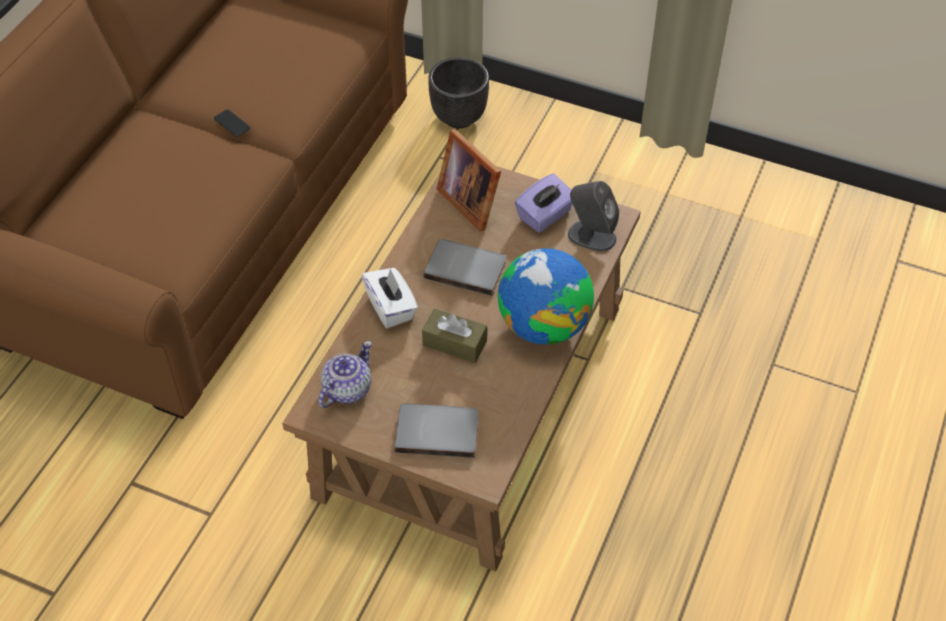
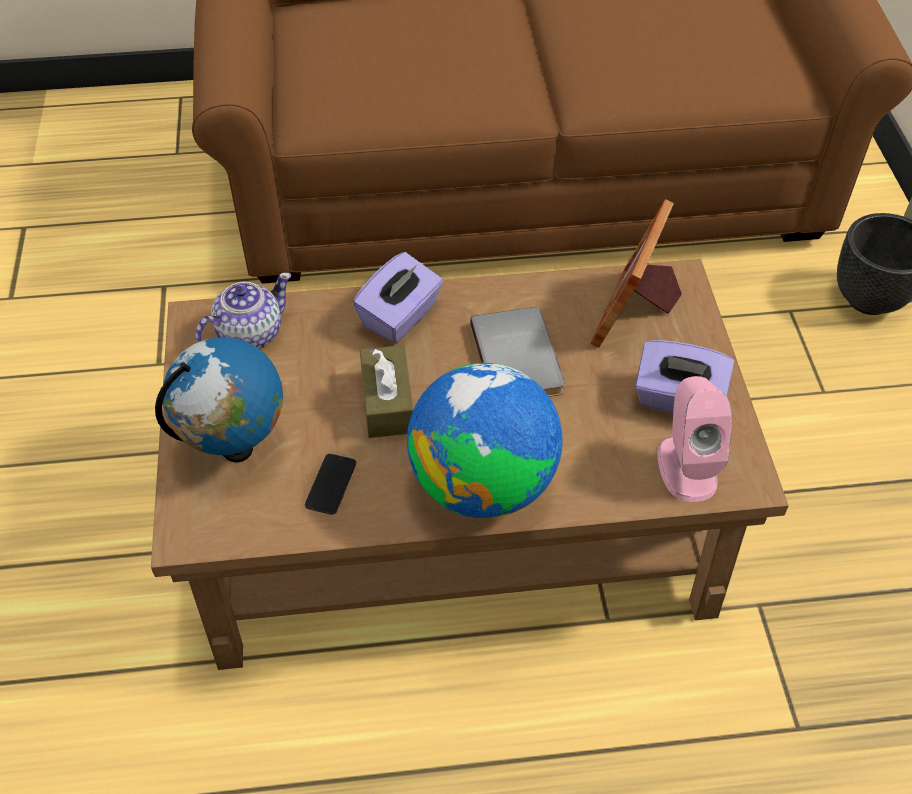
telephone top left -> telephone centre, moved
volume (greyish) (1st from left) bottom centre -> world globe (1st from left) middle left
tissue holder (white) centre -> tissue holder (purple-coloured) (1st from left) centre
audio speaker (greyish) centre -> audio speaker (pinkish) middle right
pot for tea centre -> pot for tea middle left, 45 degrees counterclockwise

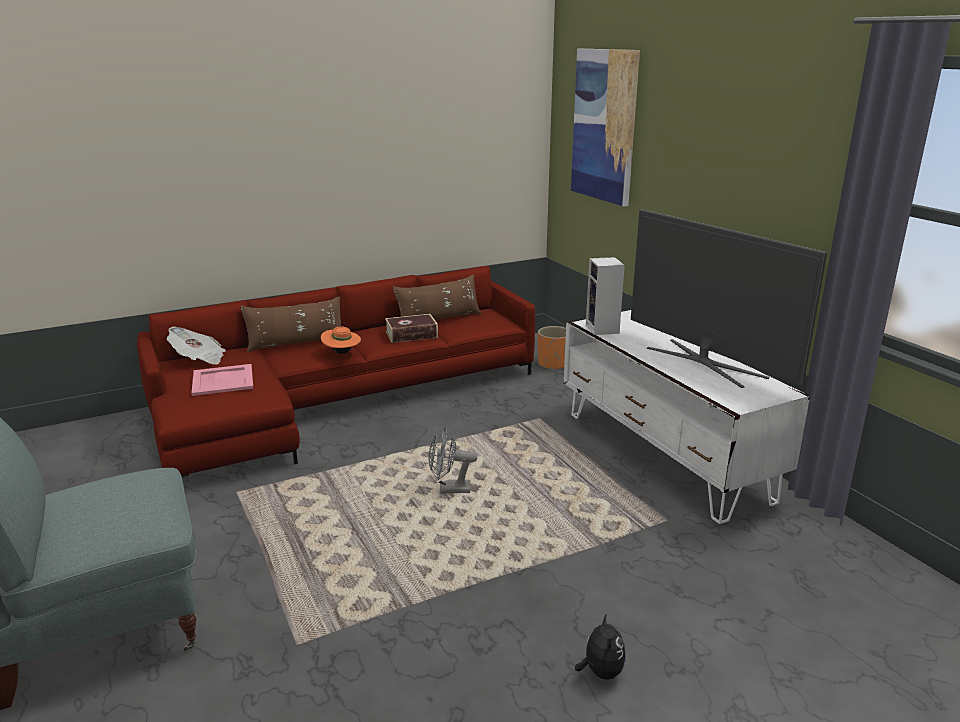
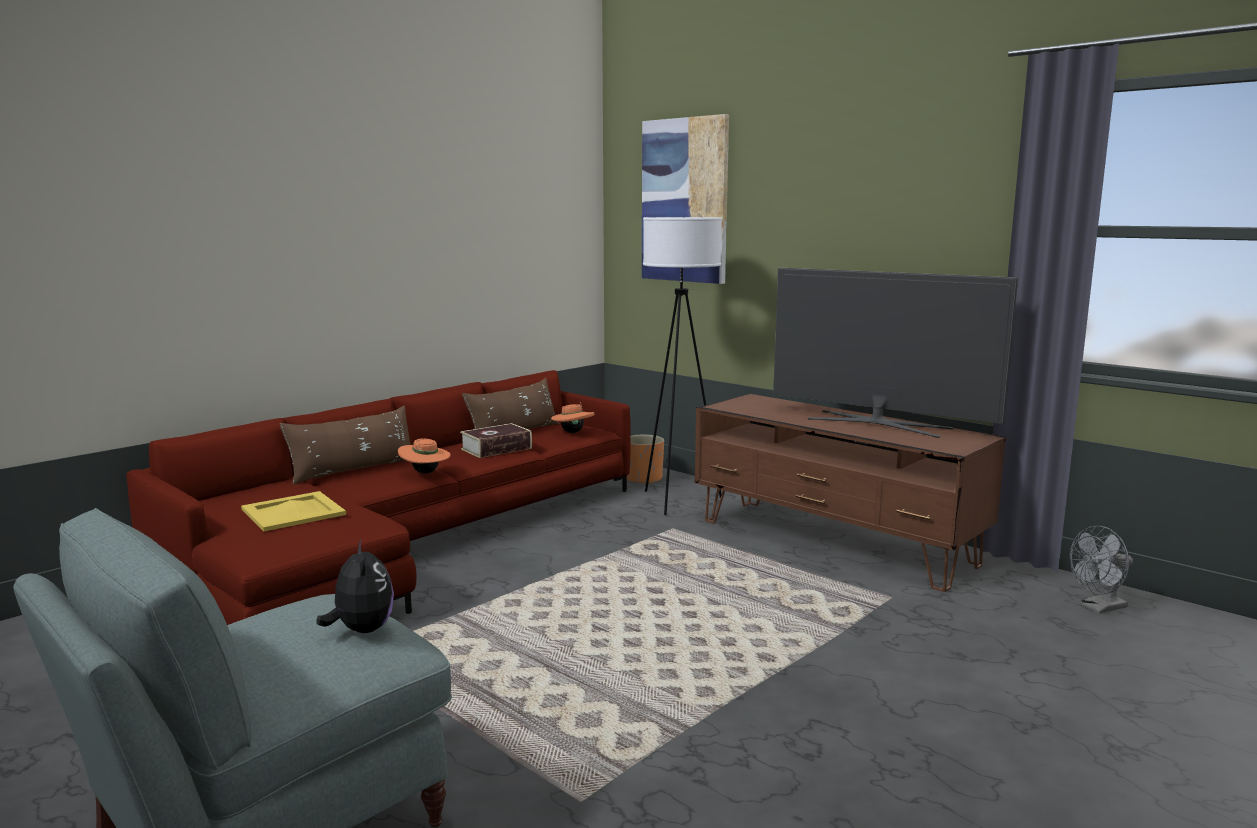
newspaper middle left -> none
audio speaker centre -> none
none -> clothing hat (orange-coloured) (2nd from left) centre
none -> standing lamp (white) centre
electric fan (greyish) centre -> electric fan (greyish) bottom right, moved
cuddly toy bottom centre -> cuddly toy bottom left, moved
serving tray (pinkish) middle left -> serving tray (yellowish) middle left
media console (white) middle right -> media console (brown-coloured) middle right

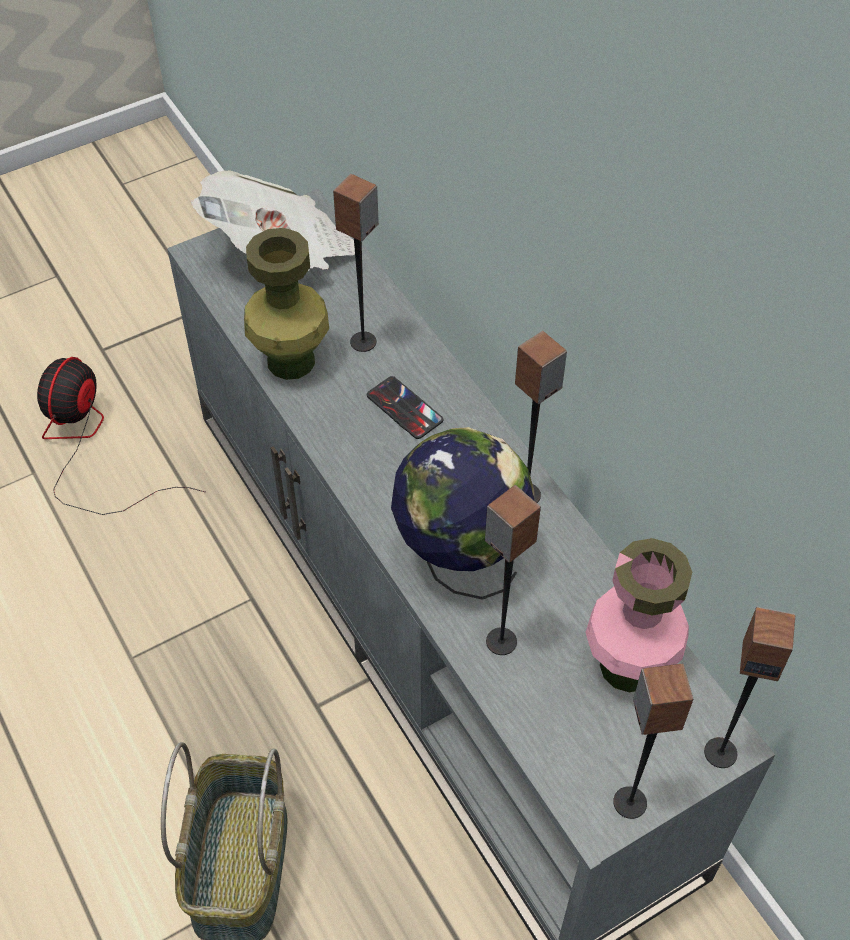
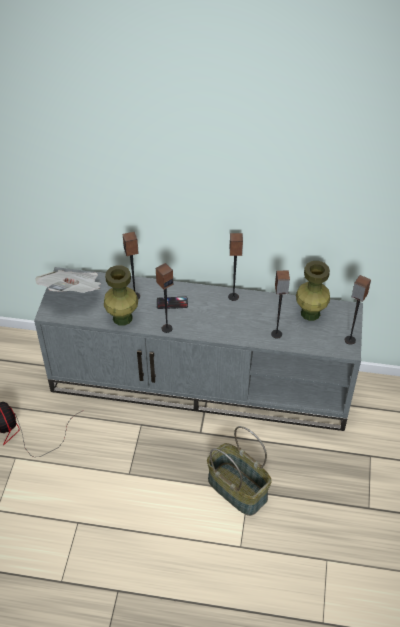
world globe centre -> none
audio speaker (5th from left in the first image) bottom right -> audio speaker (2nd from left) centre, moved
flower vase (pinkish) middle right -> flower vase (greenish) (2nd from left) middle right

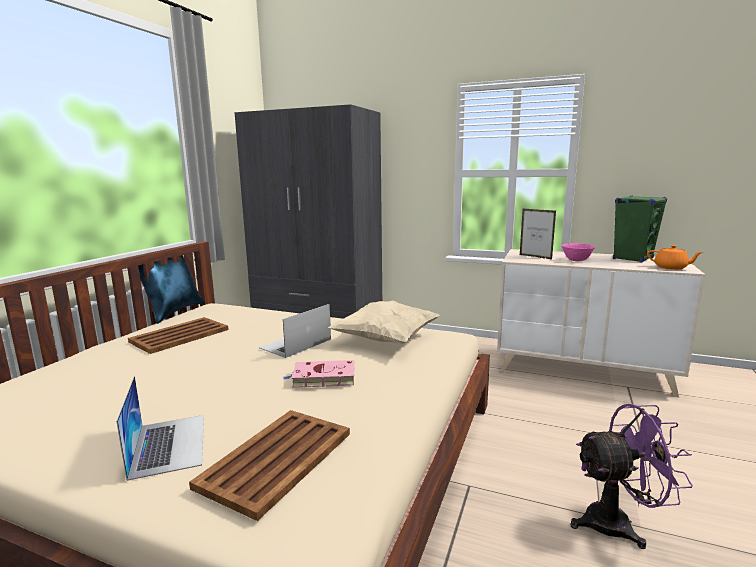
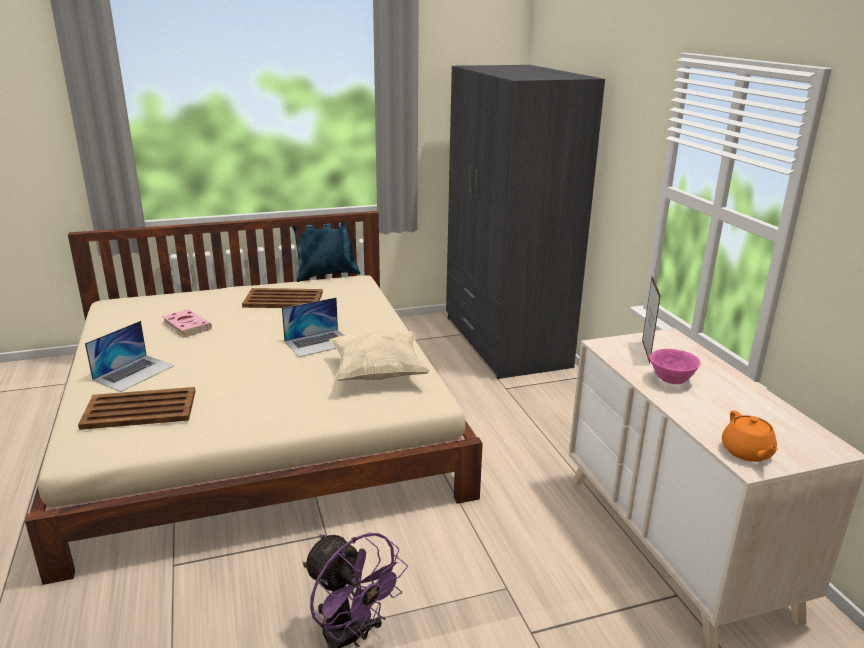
audio speaker (greenish) middle right -> none
volume (pinkish) centre -> volume (pinkish) middle left, moved
laptop (2nd from left) centre, 150 degrees clockwise

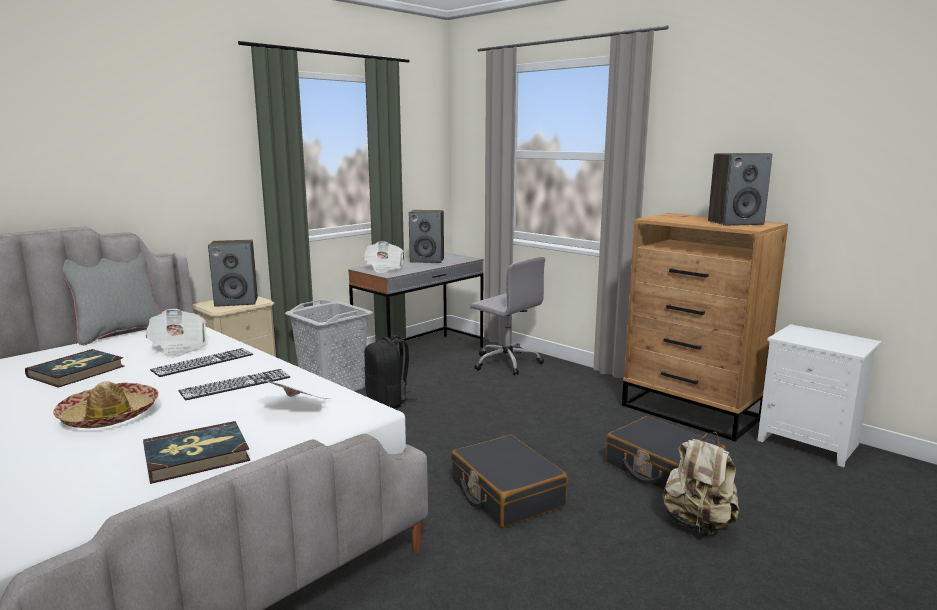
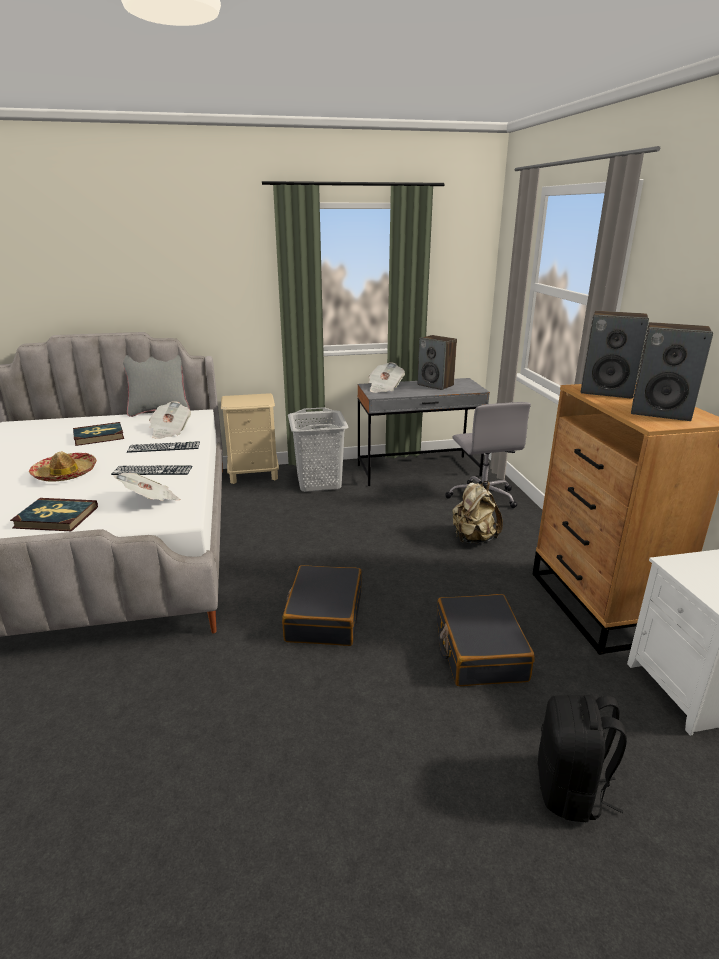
audio speaker (1st from left in the first image) middle left -> audio speaker (2nd from left) middle right, moved
knapsack (black) centre -> knapsack (black) bottom right, moved
knapsack (sand-coloured) bottom right -> knapsack (sand-coloured) centre, moved

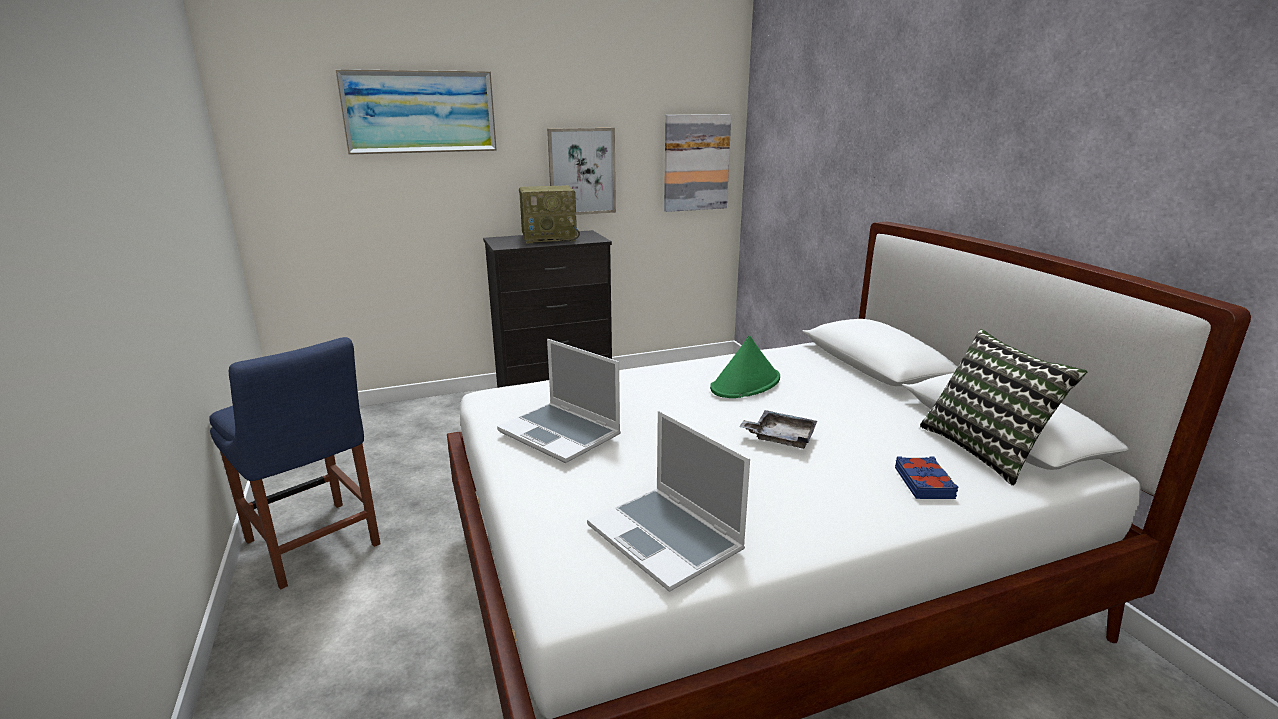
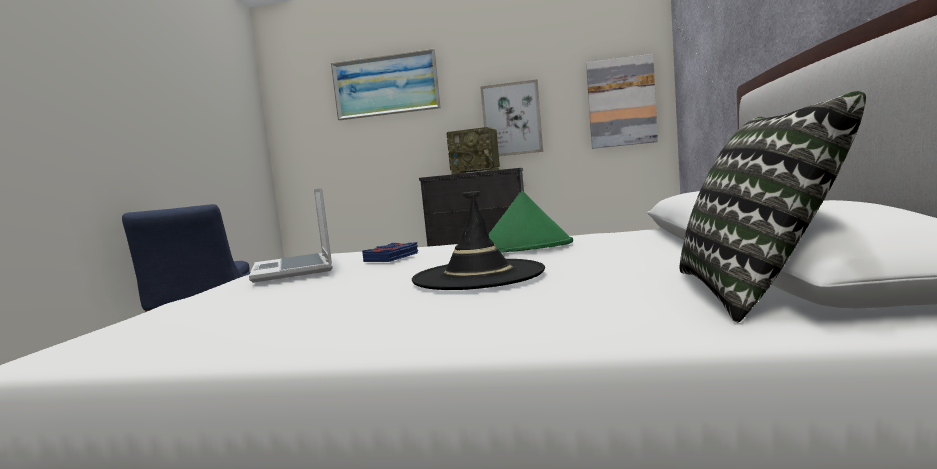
laptop (2nd from left) bottom centre -> none
volume (blue) middle right -> volume (blue) centre, moved
serving tray (greyish) centre -> clothing hat (black) centre

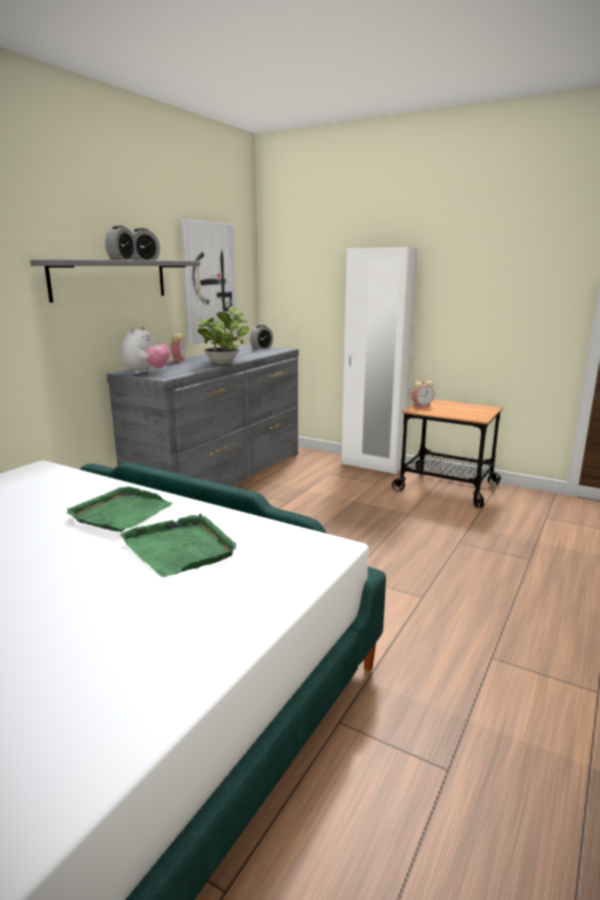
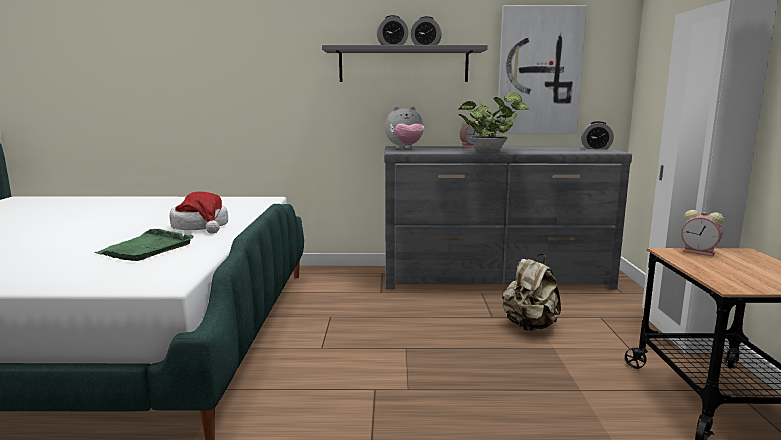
none -> knapsack (sand-coloured) middle right
serving tray (greenish) (1st from left) middle left -> clothing hat middle left

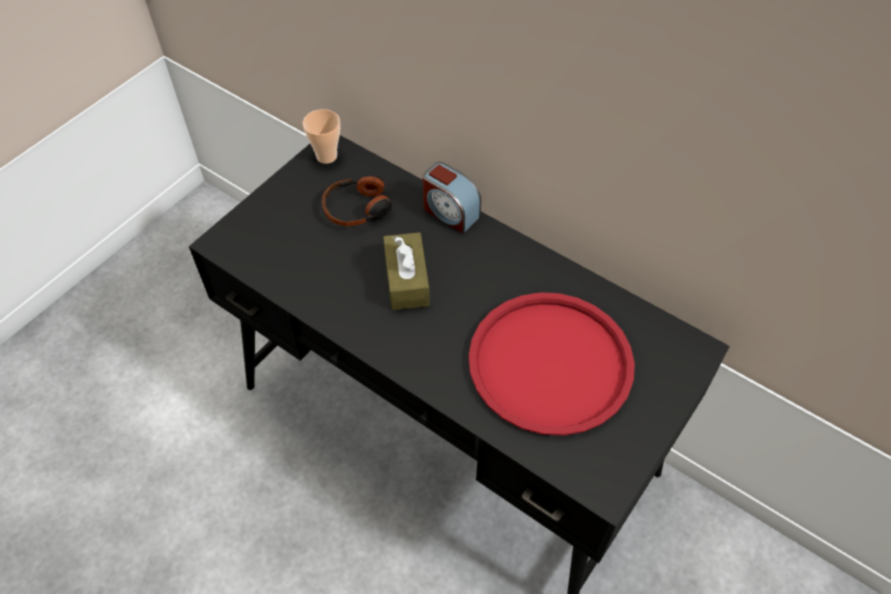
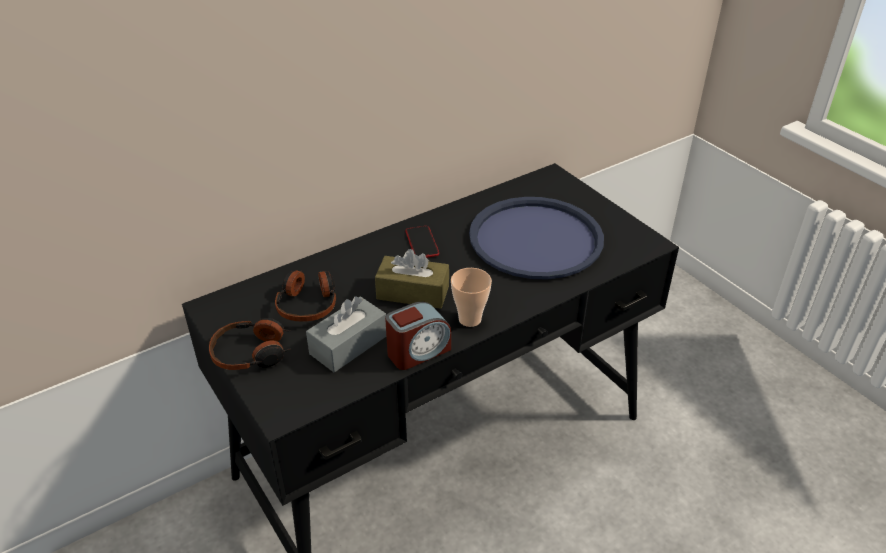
none -> pair of headphones (1st from left) middle left
none -> tissue holder (greyish) centre
none -> telephone centre
small cup top centre -> small cup centre, moved
table clock top centre -> table clock centre, moved
serving tray (red-coloured) centre -> serving tray (blue) centre

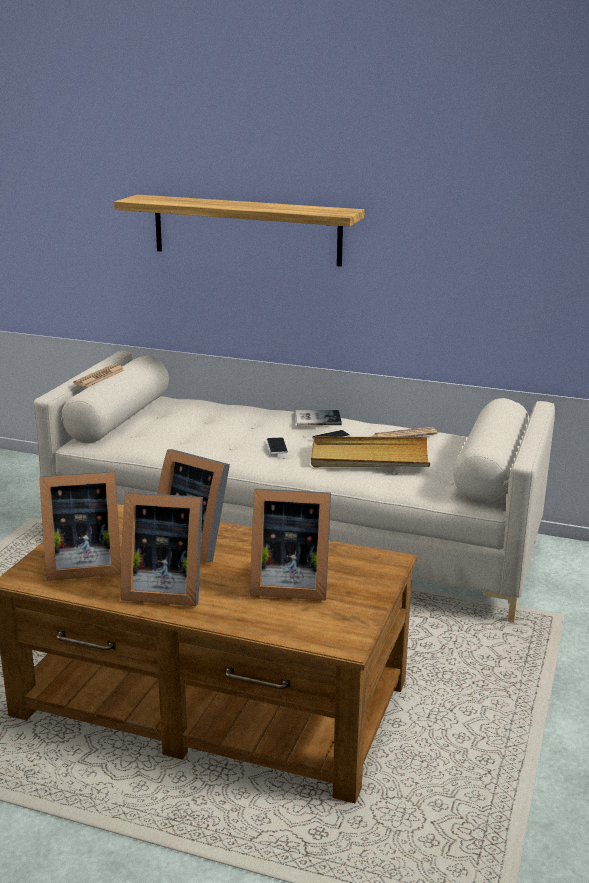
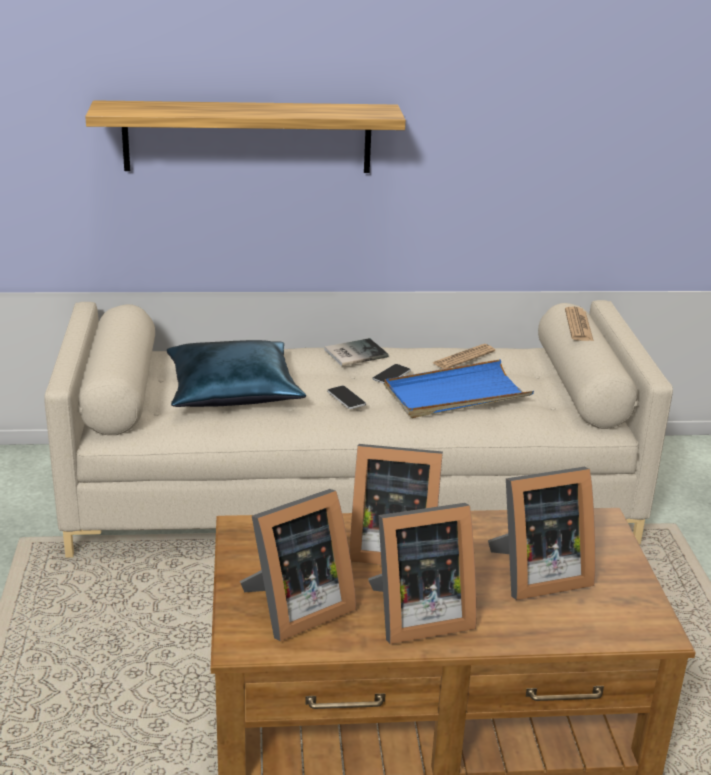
none -> pillow (blue) middle left
newspaper (1st from left in the first image) middle left -> newspaper (2nd from left) middle right, moved
serving tray (sand-coloured) centre -> serving tray (blue) centre

